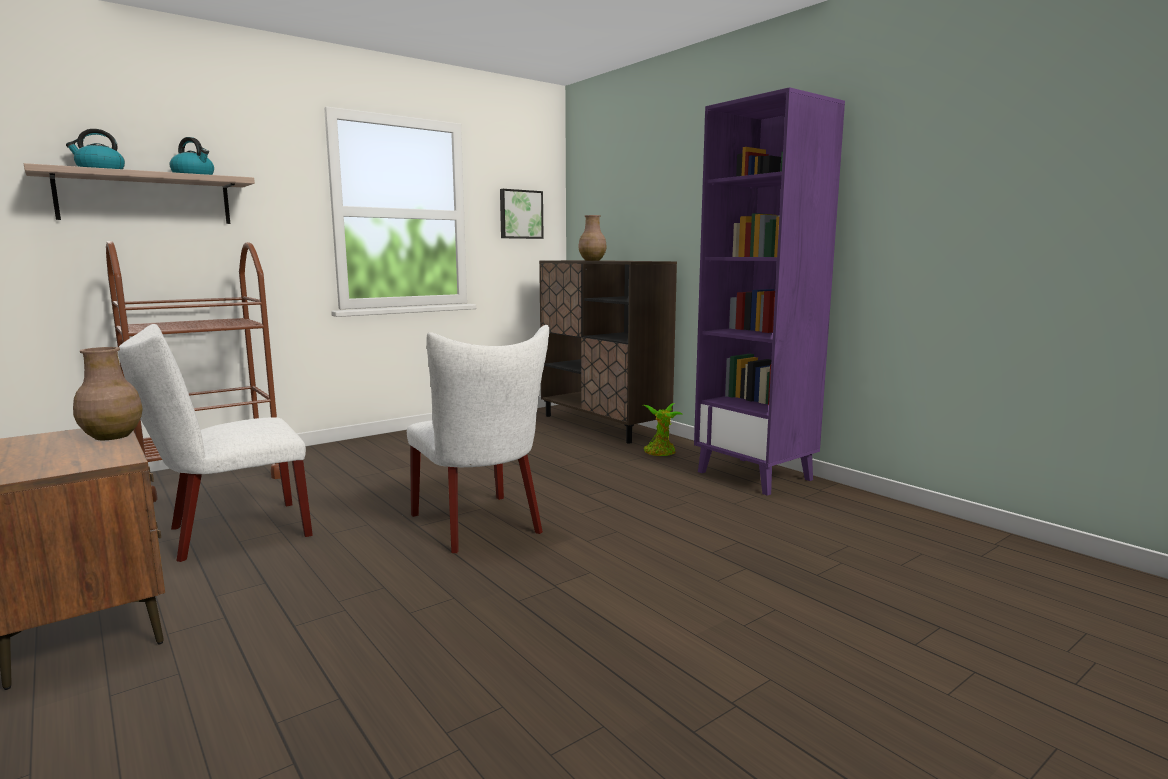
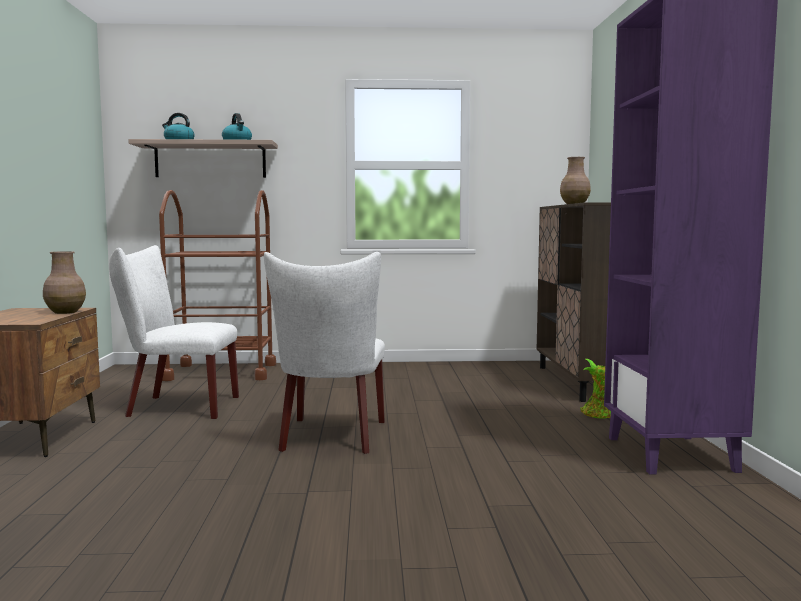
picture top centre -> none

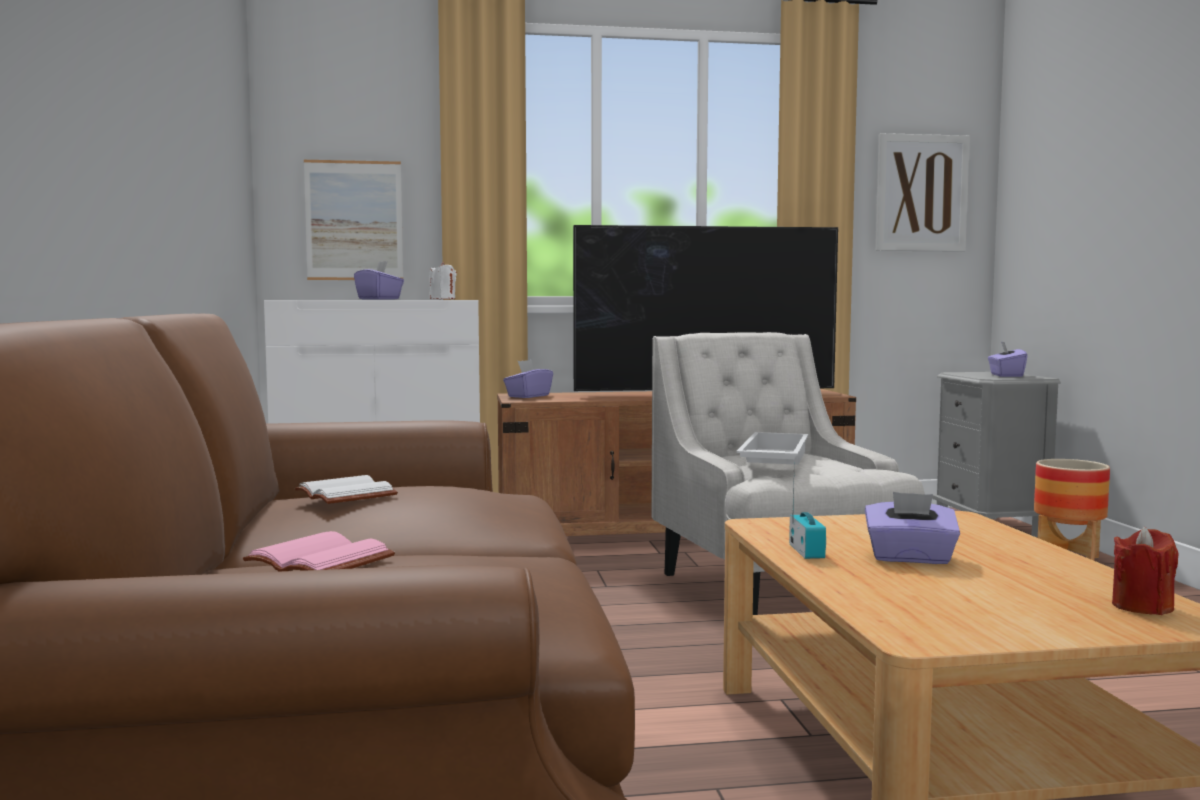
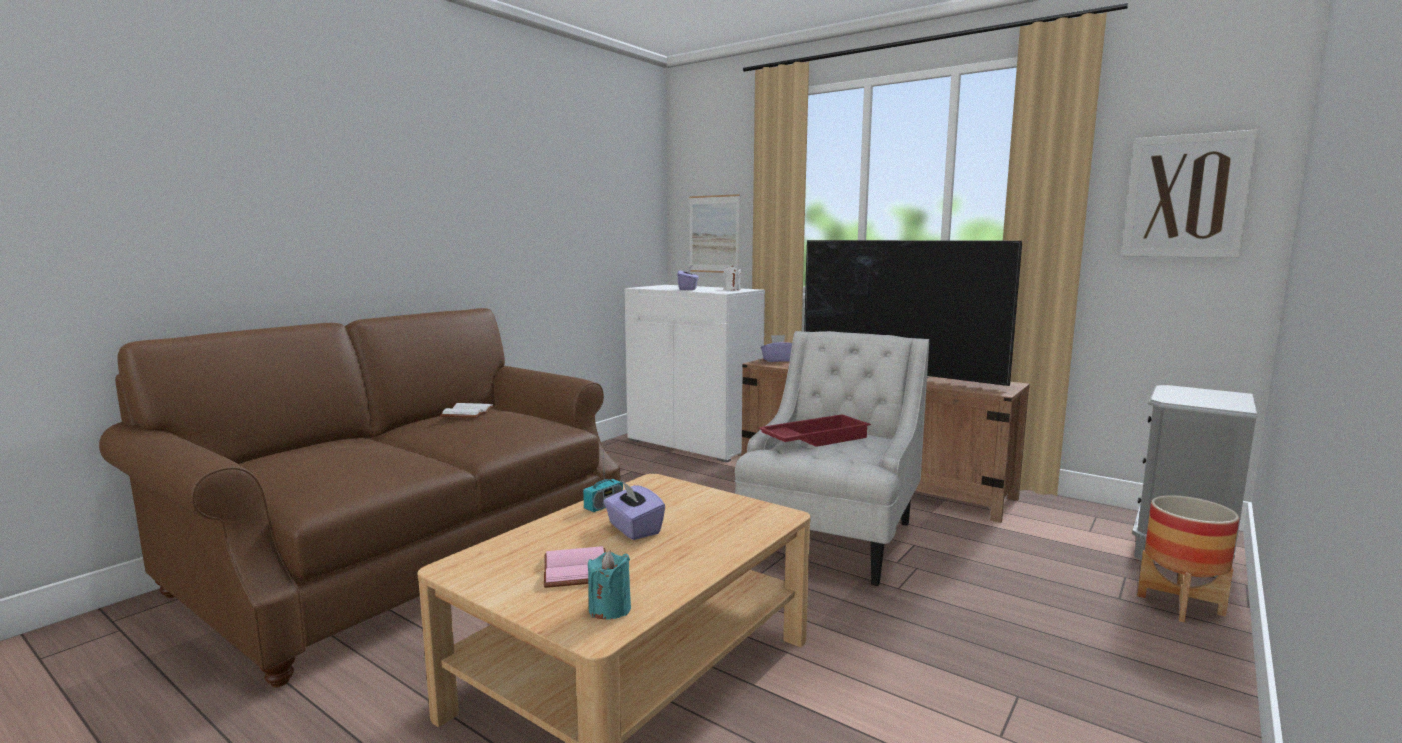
tissue holder (purple-coloured) (4th from left) middle right -> none
volume (pinkish) bottom left -> volume (pinkish) bottom centre, moved
serving tray (white) centre -> serving tray (red-coloured) centre
candle (red-coloured) bottom right -> candle (turquoise-coloured) bottom centre

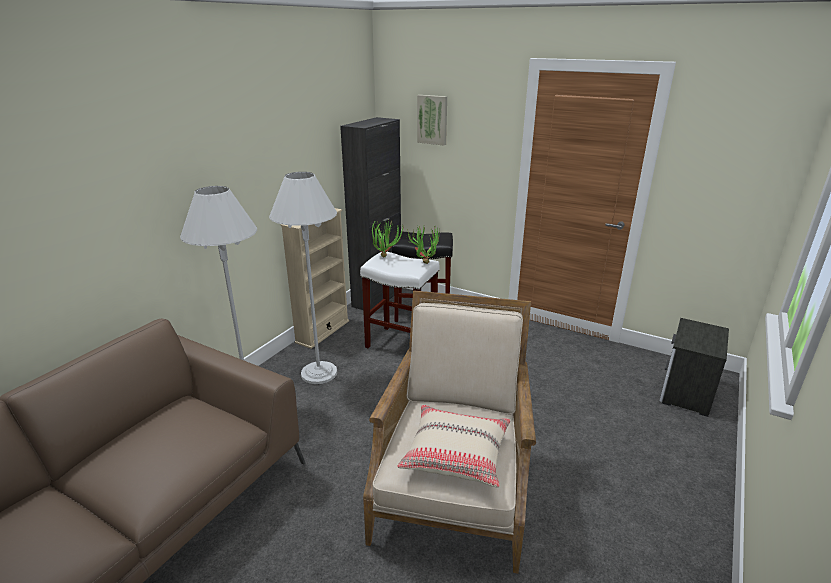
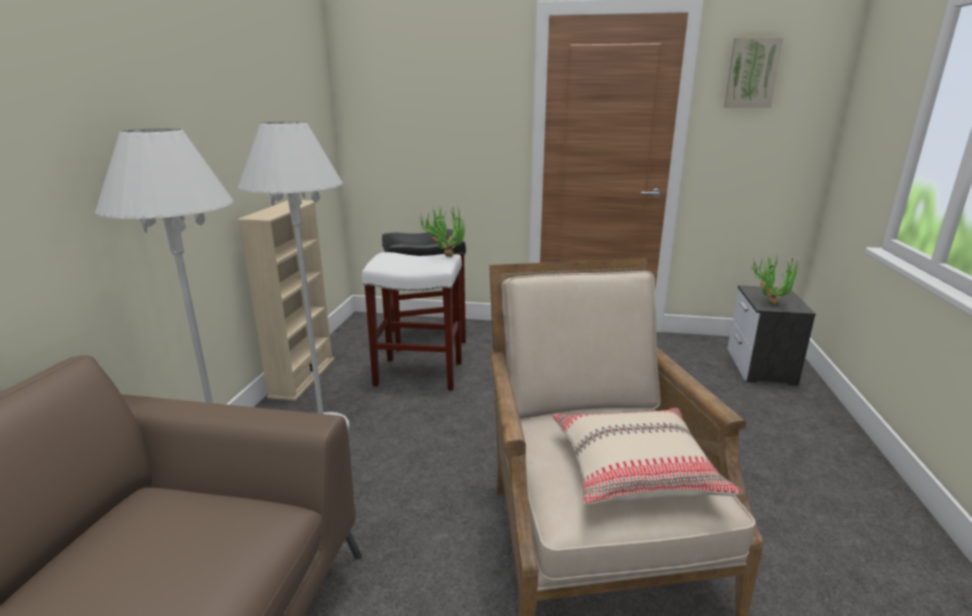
storage cabinet (black) centre -> none
plant in a pot (1st from left in the first image) centre -> plant in a pot (2nd from left) middle right, moved
picture top centre -> picture top right, moved

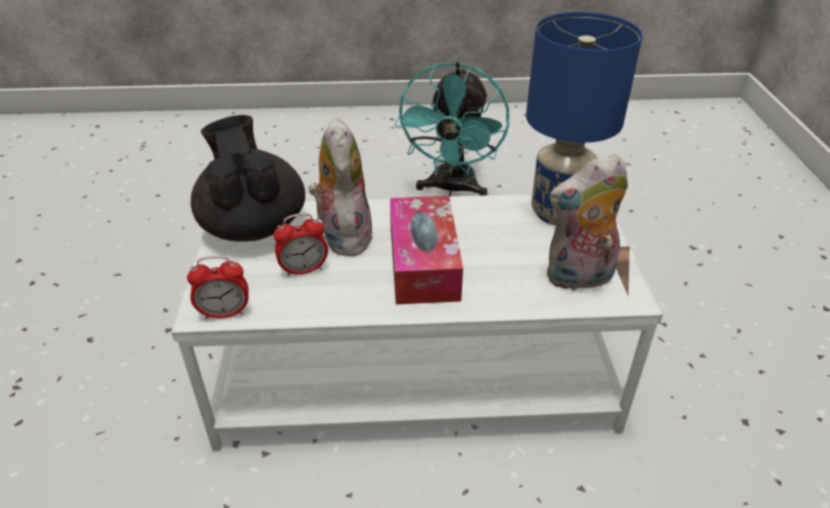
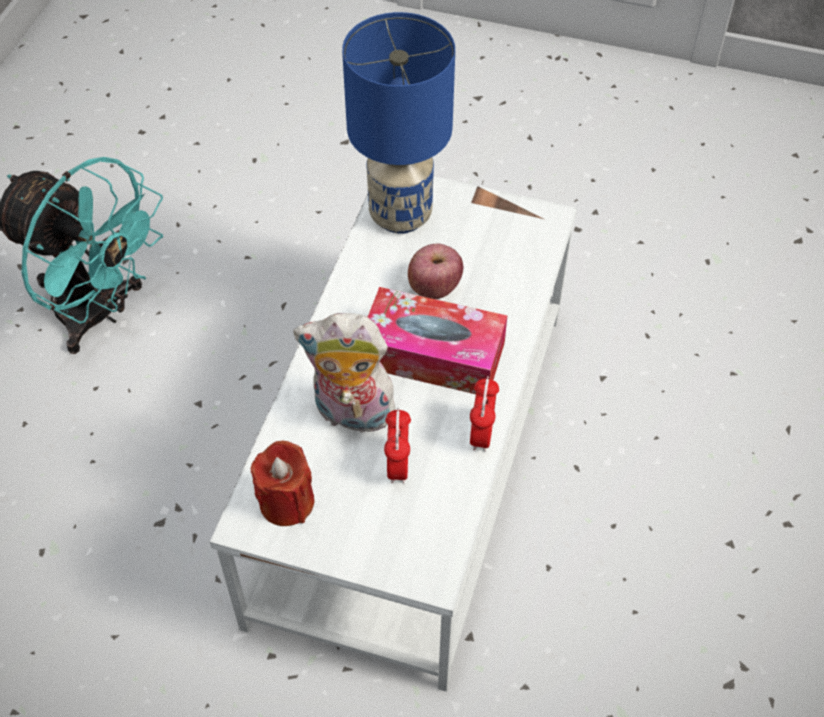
cuddly toy (2nd from left) middle right -> none
none -> apple fruit centre
table clock (1st from left in the first image) middle left -> table clock (2nd from left) centre, moved
pot for tea (black) middle left -> candle (red-coloured) bottom centre

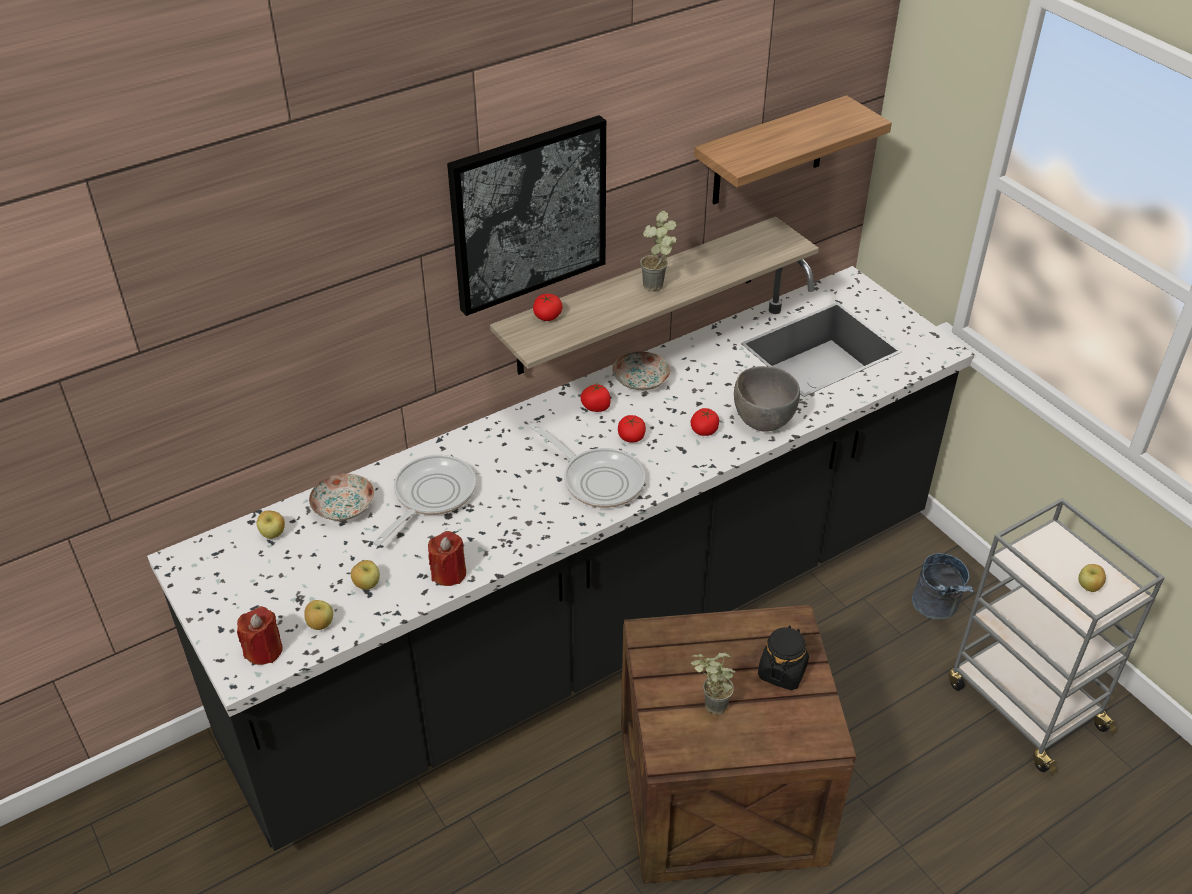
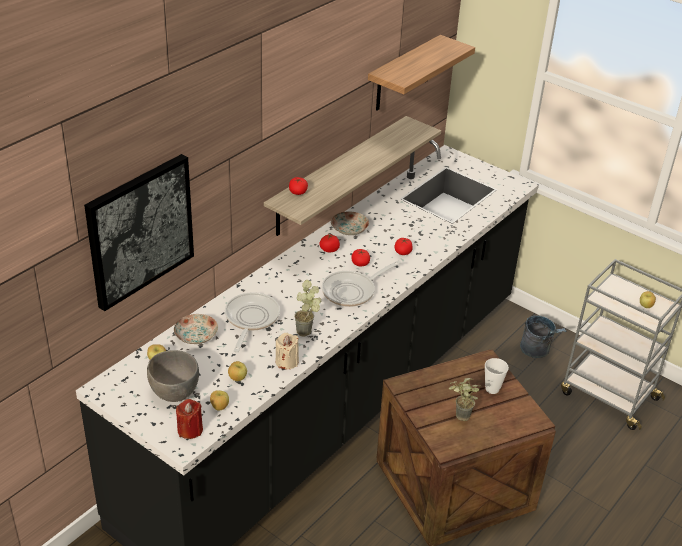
picture top centre -> picture middle left, moved
plant in a pot (1st from left) top centre -> plant in a pot (1st from left) centre, moved
serving bowl (greyish) centre -> serving bowl (greyish) bottom left, moved
storage jar (black) bottom centre -> small cup bottom right
candle (red-coloured) (2nd from left) centre -> candle (sand-coloured) centre
pan (2nd from left) centre, 120 degrees clockwise

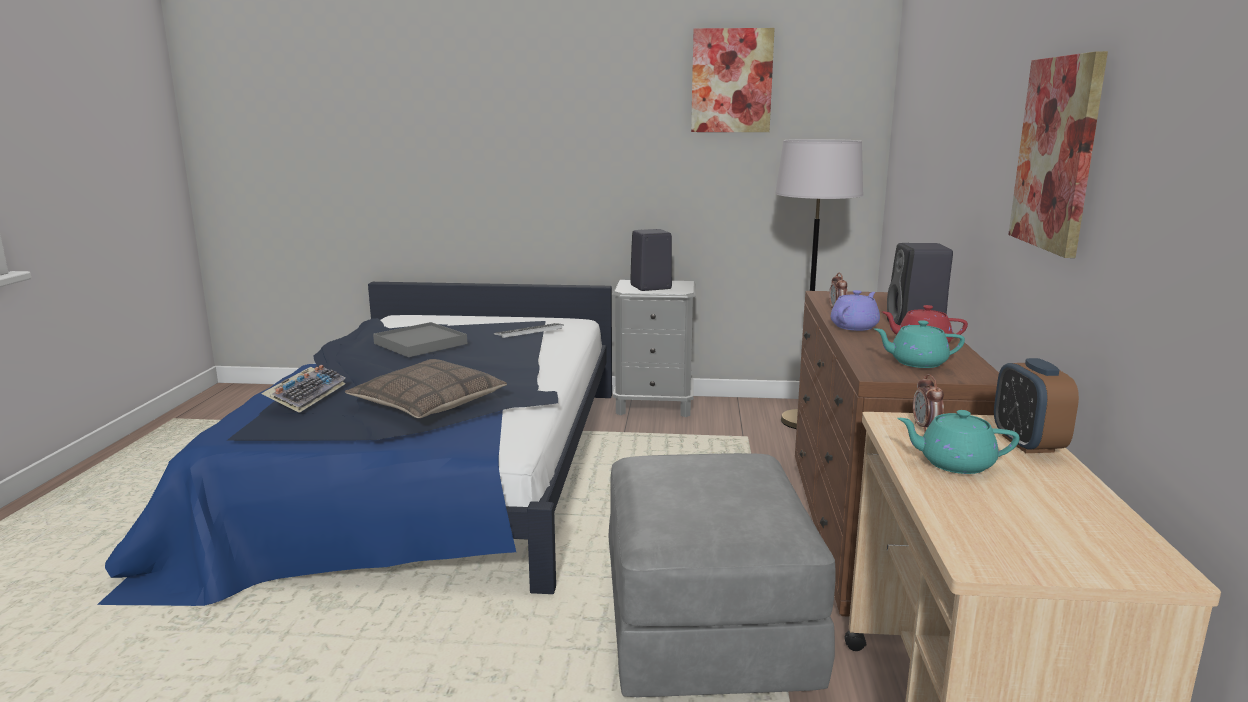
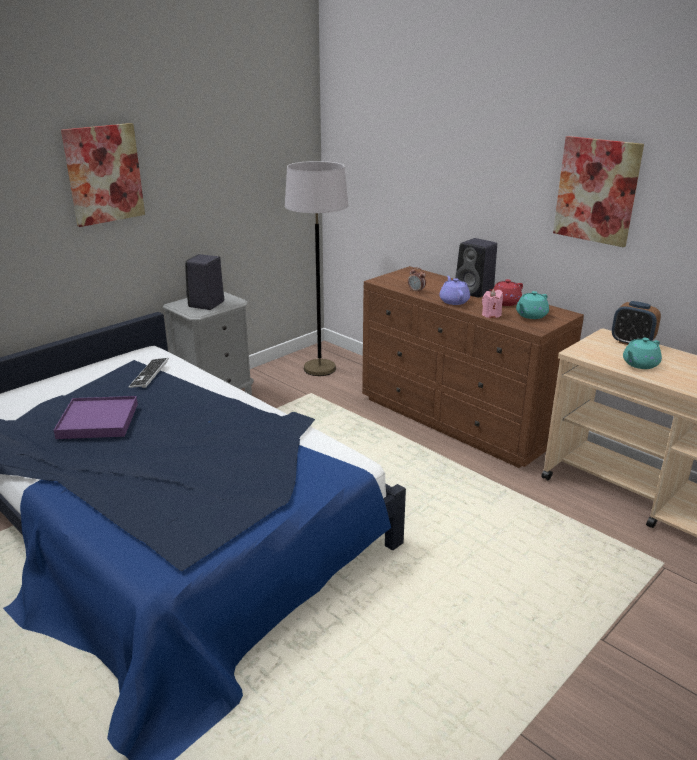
computer keyboard (1st from left) middle left -> none
pillow centre -> none
ottoman (greyish) bottom centre -> none
table clock (2nd from left) middle right -> none
none -> candle (pinkish) middle right
picture (1st from left) top centre -> picture (1st from left) top left, moved
serving tray (greyish) centre -> serving tray (purple-coloured) middle left

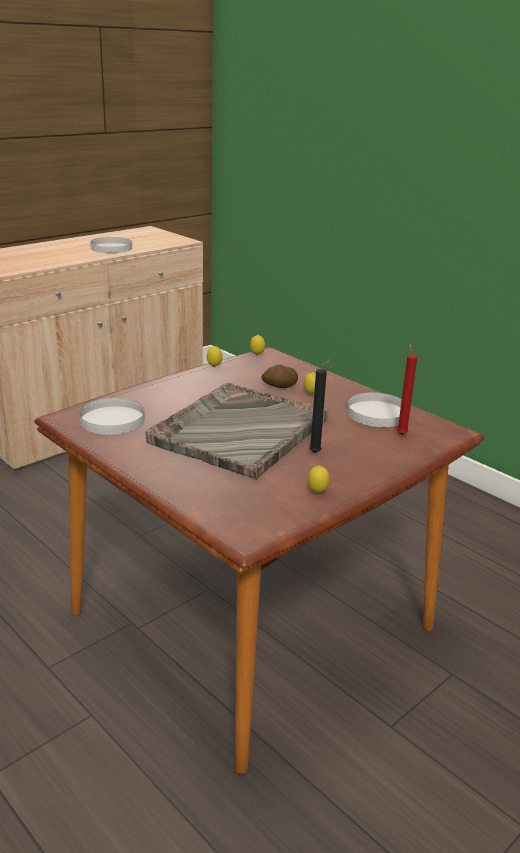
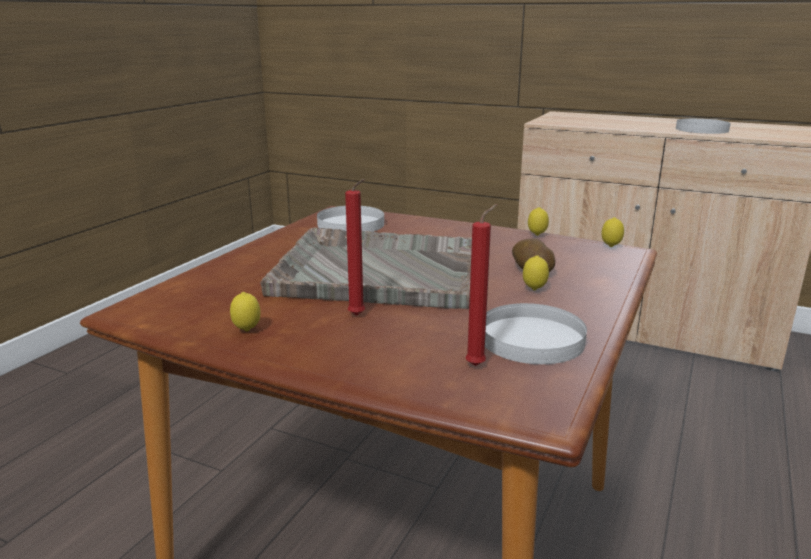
candle (black) centre -> candle (red-coloured) (1st from left) centre

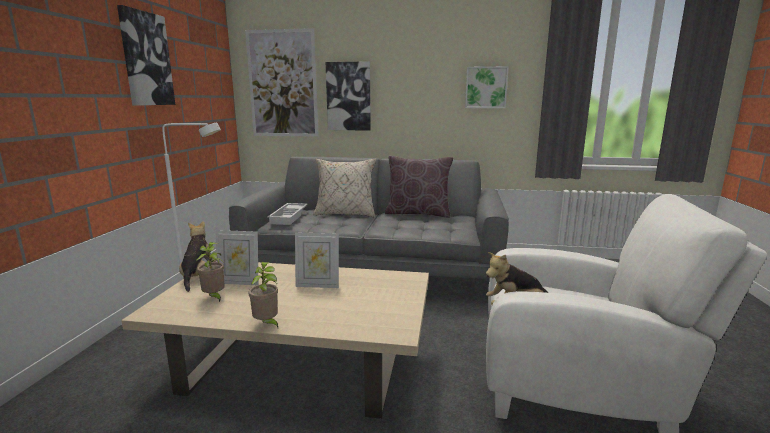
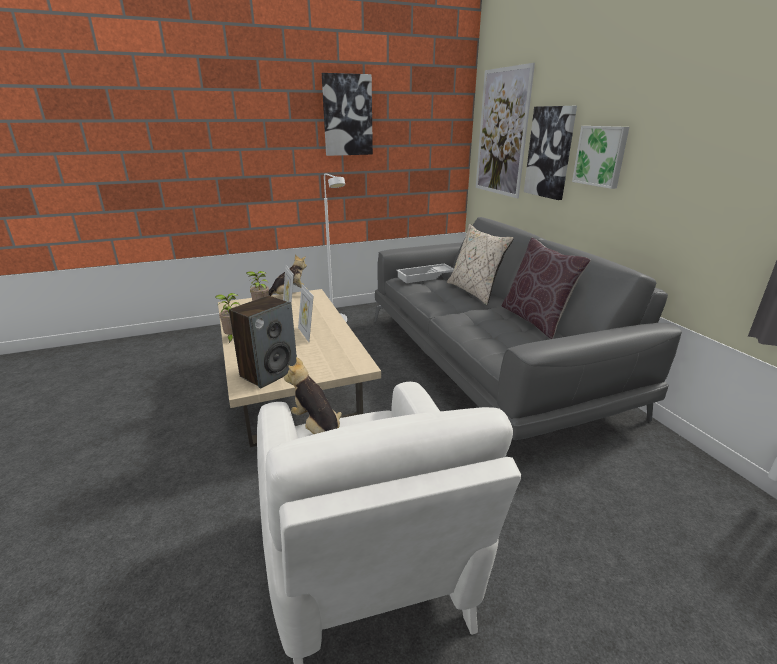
none -> audio speaker centre
picture (4th from left) top centre -> picture (4th from left) top right, moved

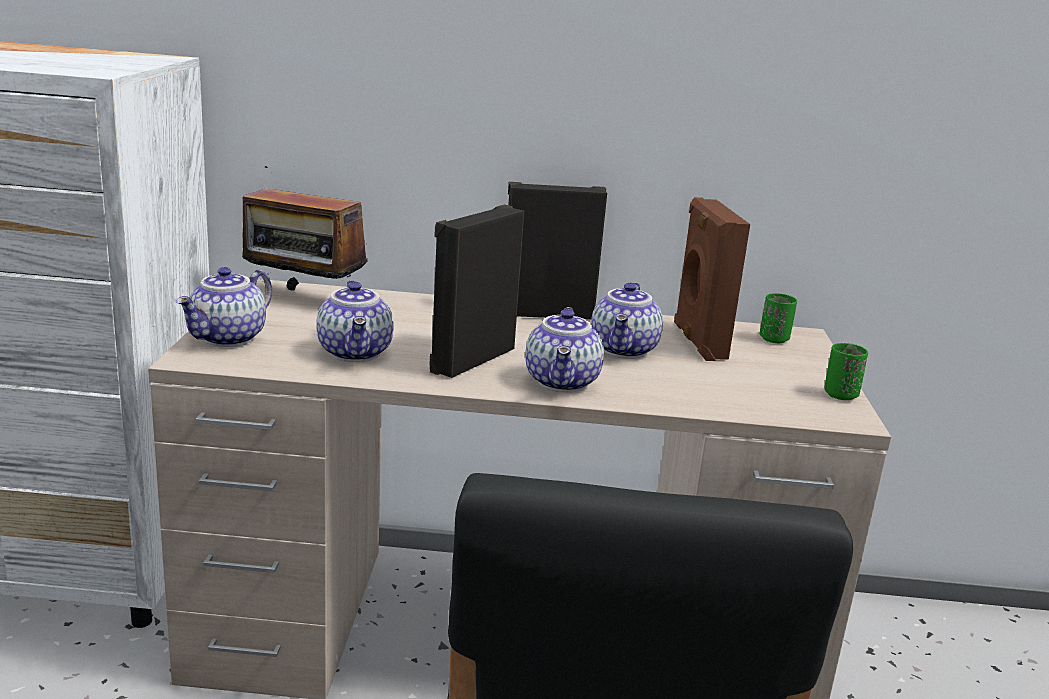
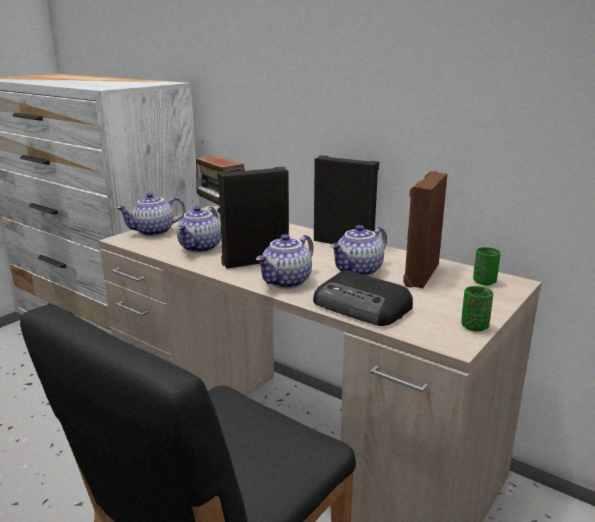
none -> radio receiver (2nd from left) centre

